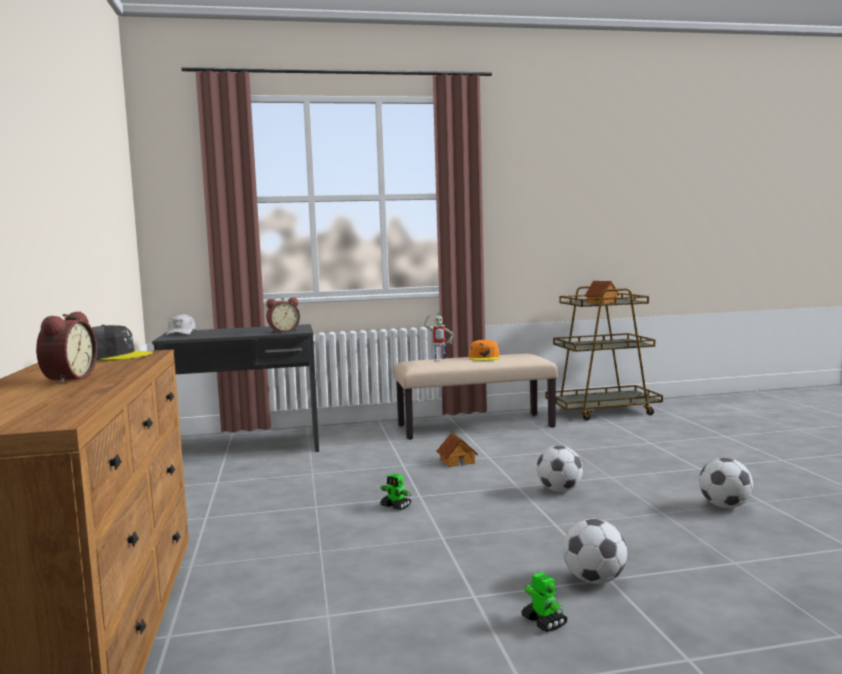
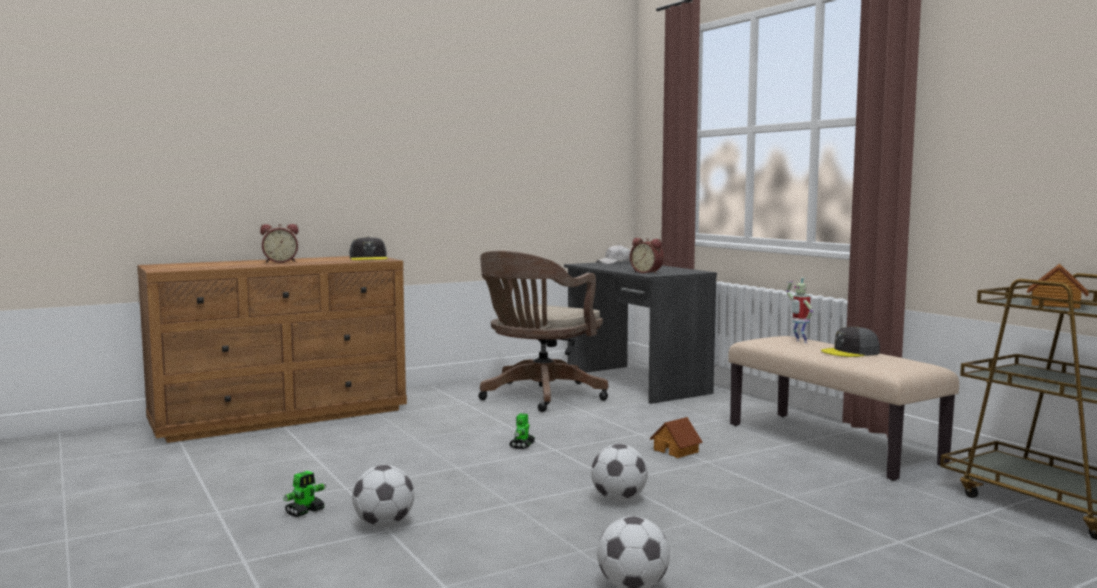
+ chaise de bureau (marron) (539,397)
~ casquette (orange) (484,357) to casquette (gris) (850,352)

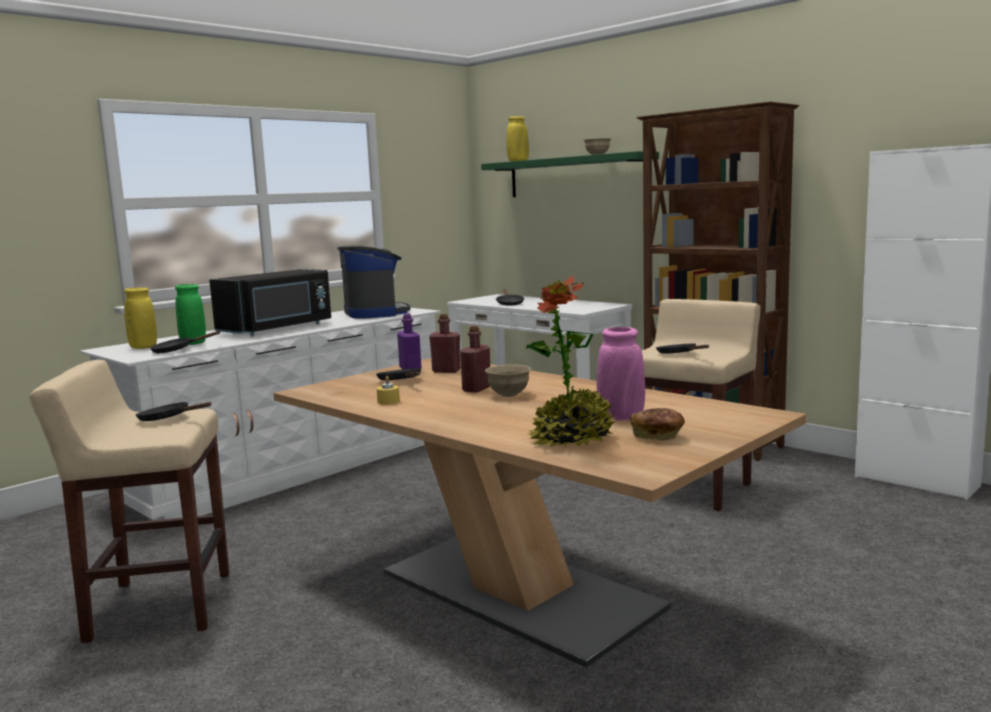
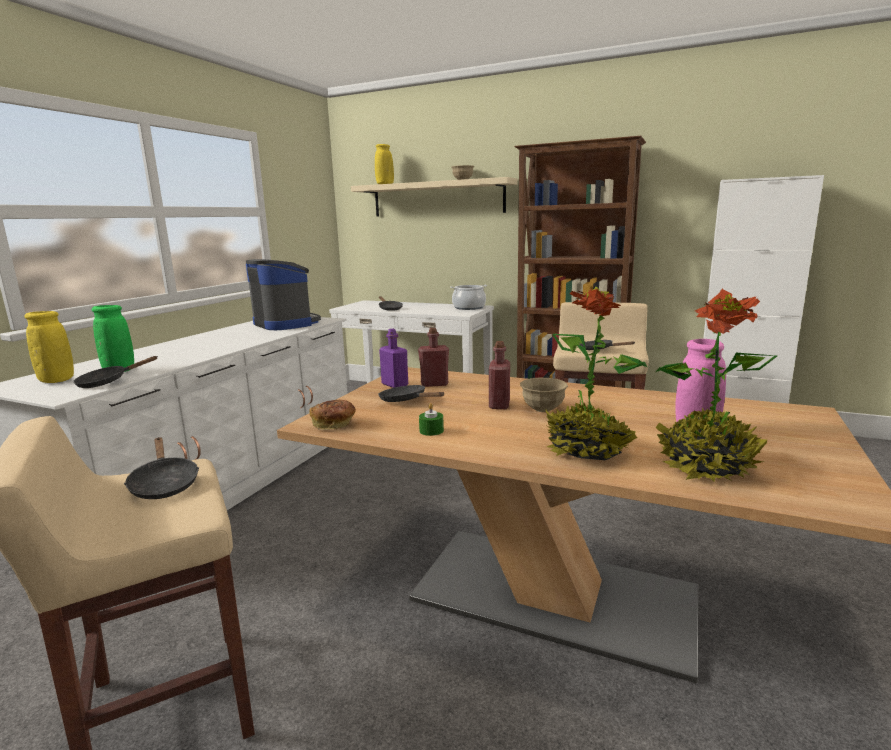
~ poêle (noir) (168,419) = (164,484) 120 degrees counterclockwise
~ pain (658,437) to (334,425)
~ étagère (vert) (575,176) to étagère (beige) (437,199)
~ bougie (jaune) (388,401) to bougie (vert) (431,431)
+ marmite (469,307)
+ plante en pot (587,450)
- micro-ondes (noir) (278,329)

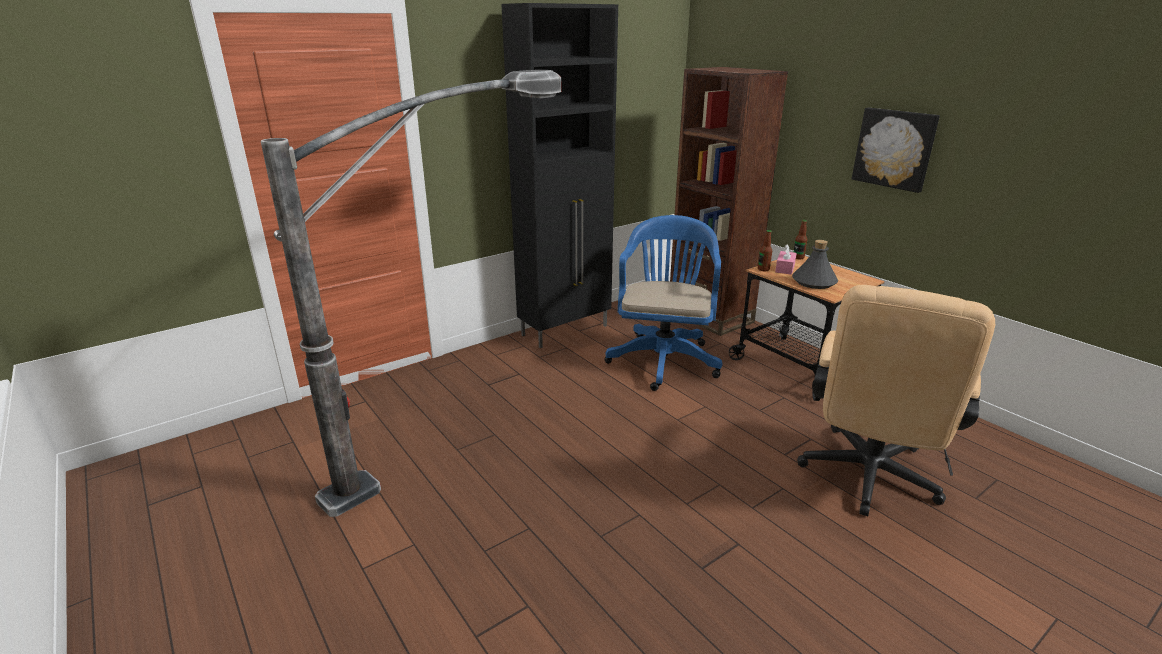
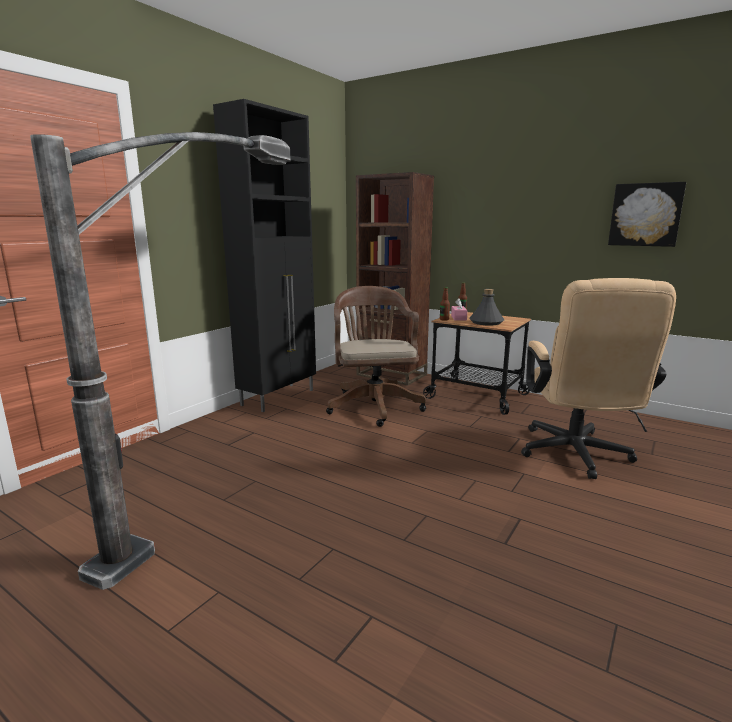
~ chaise de bureau (bleu) (664,358) to chaise de bureau (marron) (374,405)
~ tableau (895,148) to (645,215)

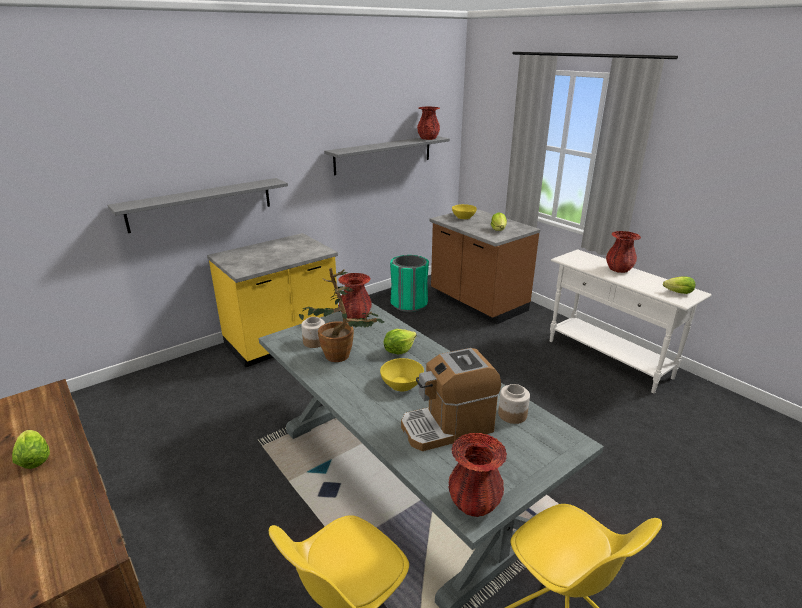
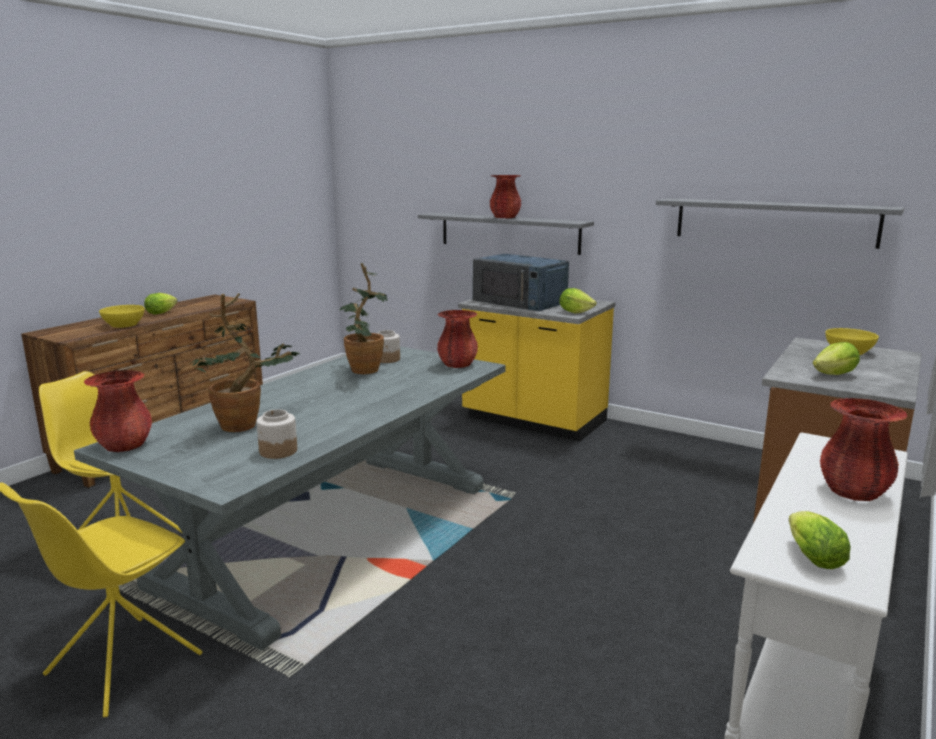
~ bol (jaune) (402,384) to (124,325)
~ machine à café (447,426) to plante en pot (248,424)
+ micro-ondes (bleu) (520,301)
~ vase (rouge) (428,138) to (505,217)
~ laitue (399,350) to (575,312)
- poubelle (vert) (409,304)

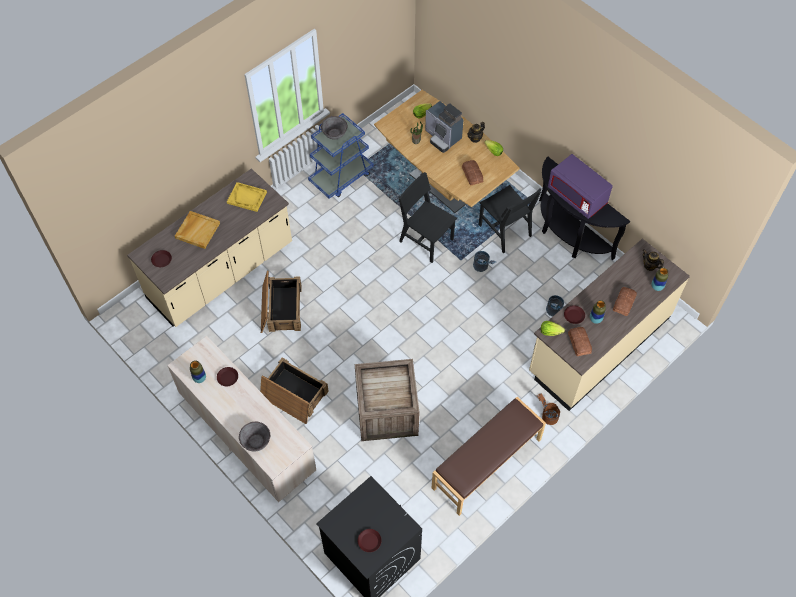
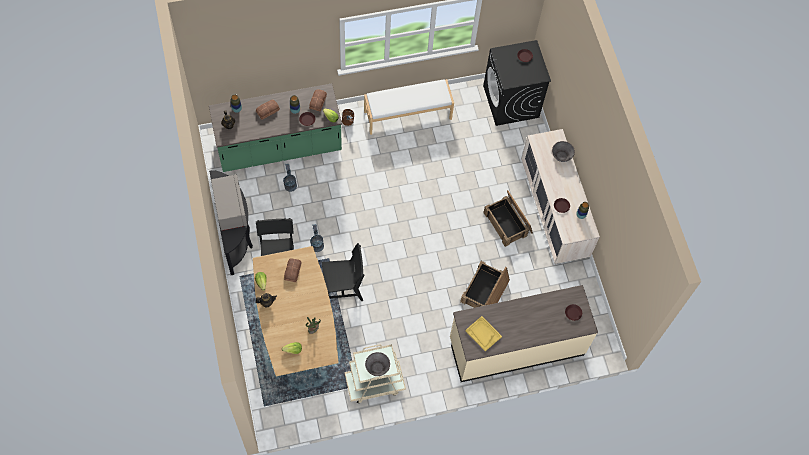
~ comptoir de cuisine (beige) (598,344) to comptoir de cuisine (vert) (279,147)
~ micro-ondes (violet) (577,196) to micro-ondes (gris) (230,208)
~ chaise (noir) (426,240) = (343,288) 75 degrees counterclockwise
~ chariot (bleu) (341,177) to chariot (beige) (374,383)
~ banc (marron) (487,464) to banc (blanc) (407,114)
- plateau (beige) (197,230)
- caisse (386,413)
- machine à café (443,137)

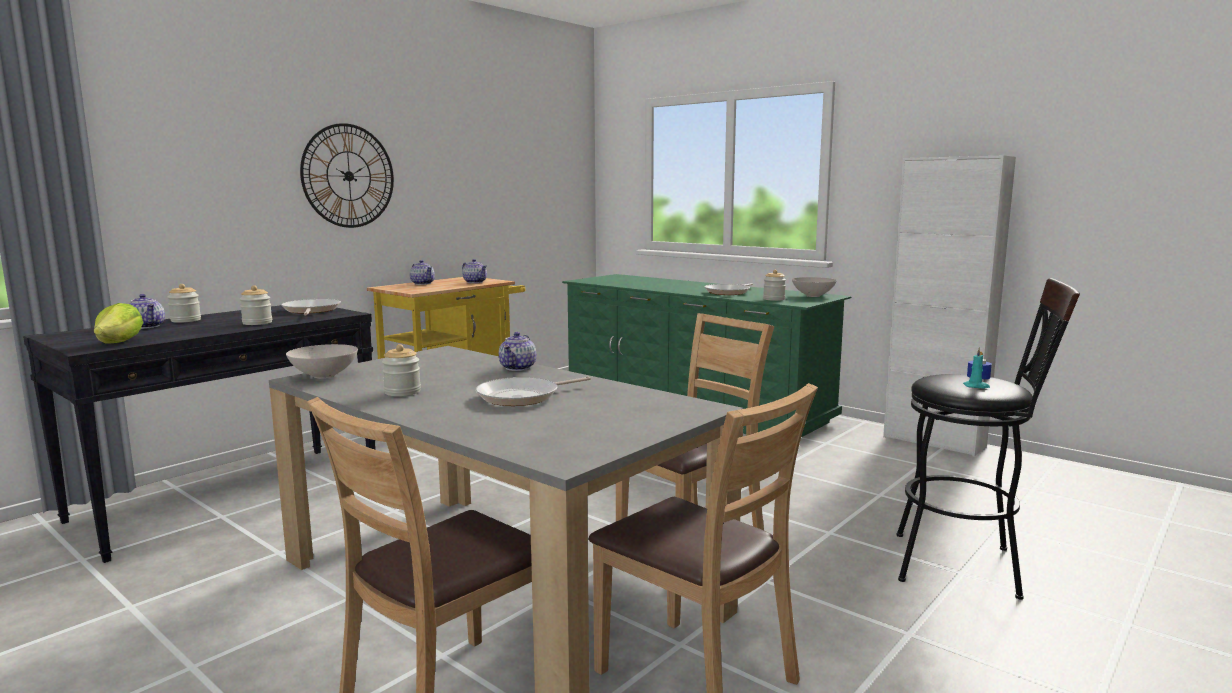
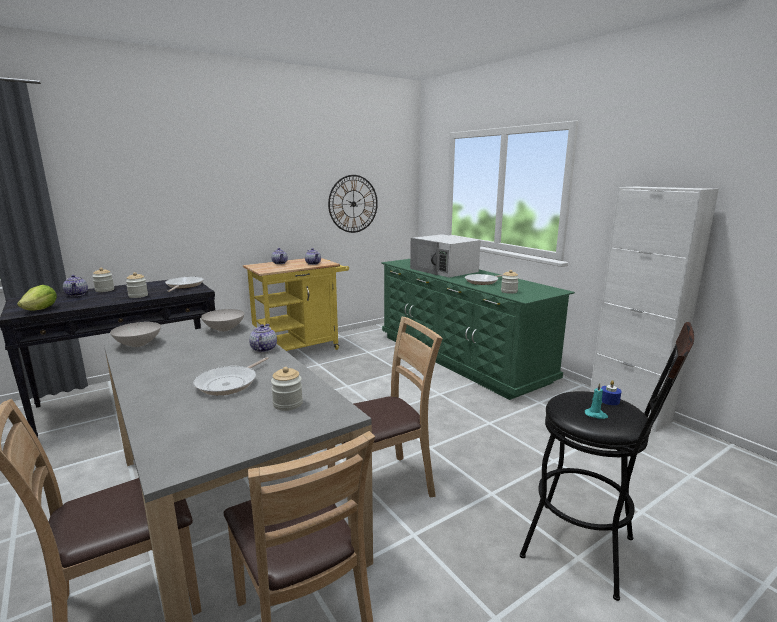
~ poêle (523,397) = (229,383) 45 degrees counterclockwise
~ bol (blanc) (813,296) to (223,329)
~ théière (518,367) = (263,349) 150 degrees clockwise
~ bocal (402,392) to (288,404)
~ horloge murale (348,176) to (353,204)
+ micro-ondes (blanc) (444,270)

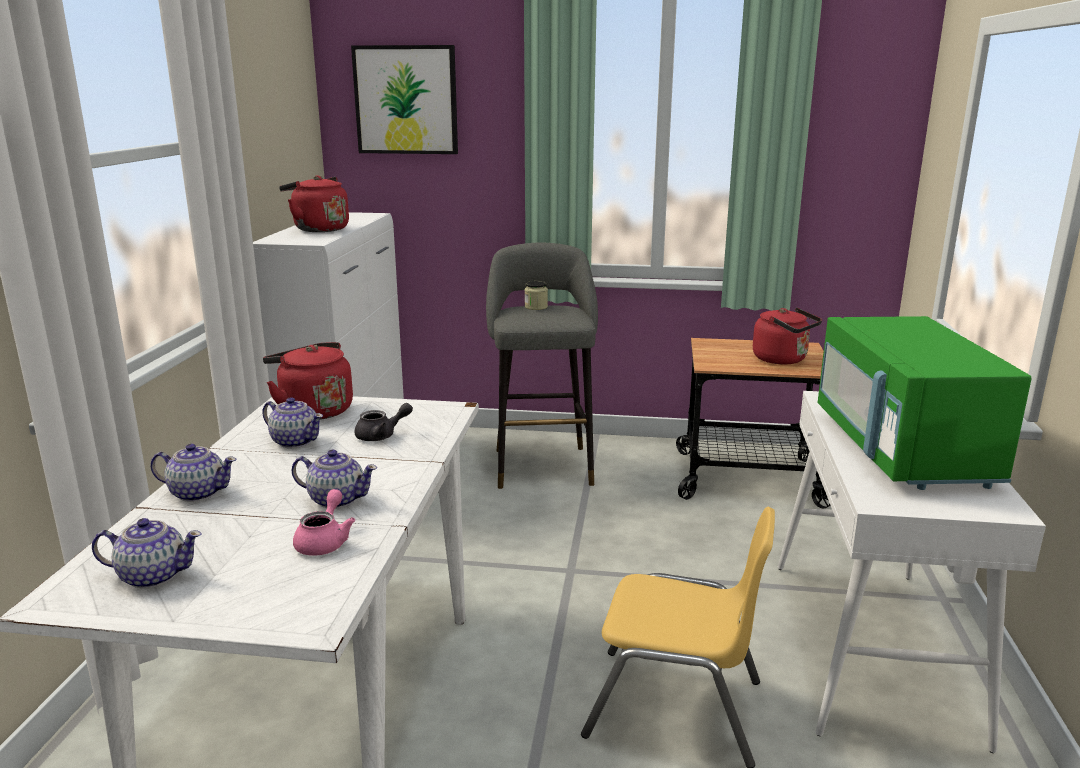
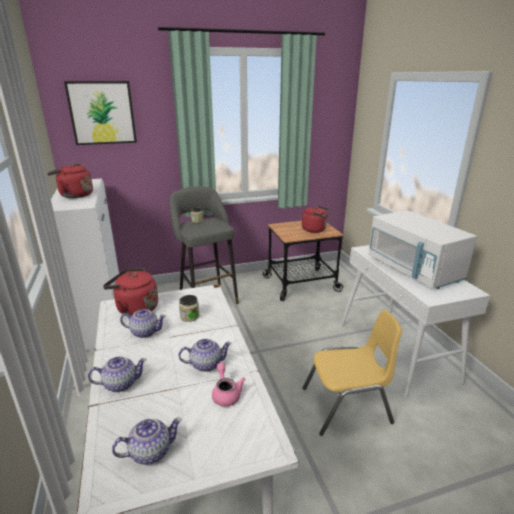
~ théière (gris) (381,436) to bocal (189,316)
~ micro-ondes (vert) (901,449) to micro-ondes (blanc) (413,270)

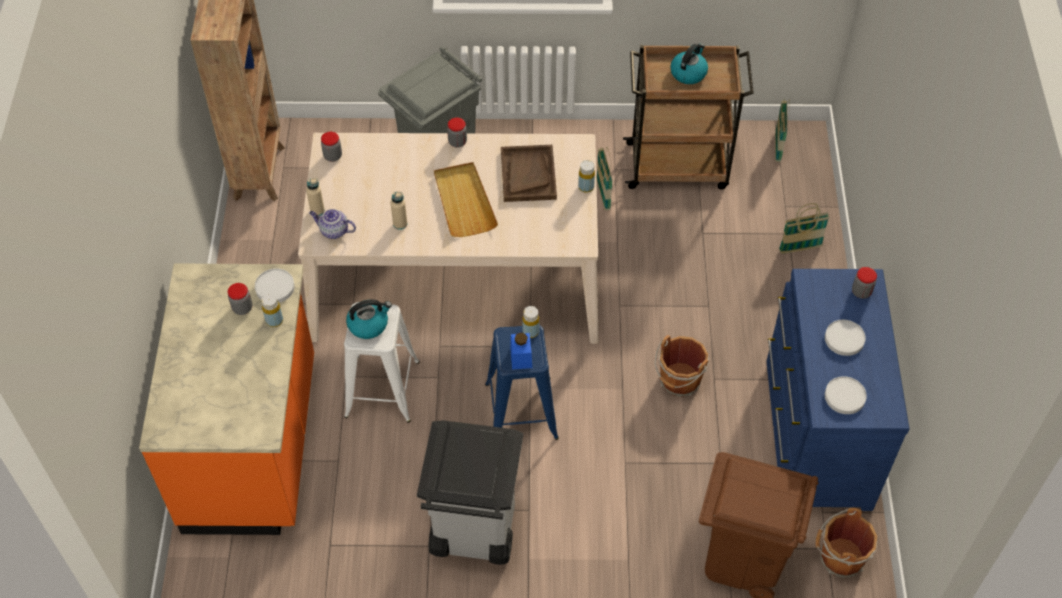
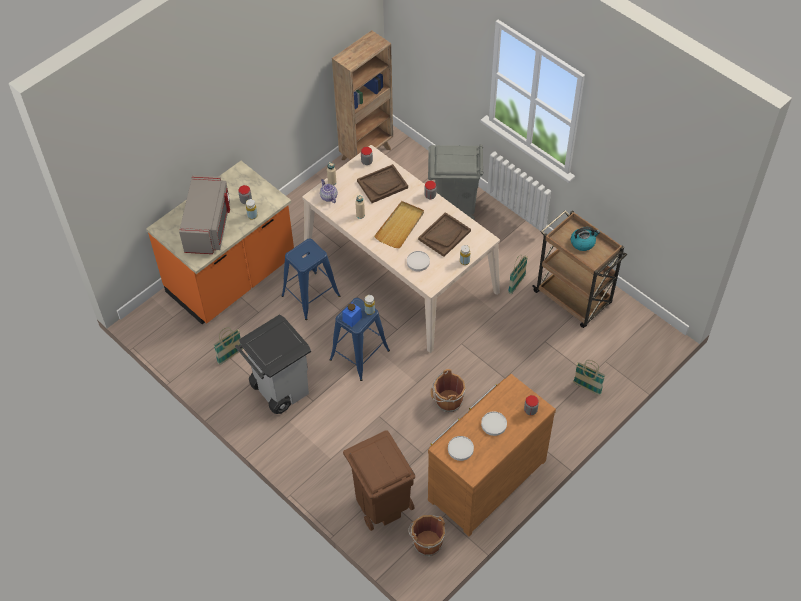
+ micro-ondes (gris) (208,227)
~ panier (777,147) to (230,356)
~ tabouret (blanc) (382,389) to tabouret (bleu) (310,296)
+ plateau (marron) (382,184)
~ assiette (blanc) (274,287) to (418,262)
~ commode (bleu) (814,434) to commode (marron) (484,479)
- bouilloire (368,324)

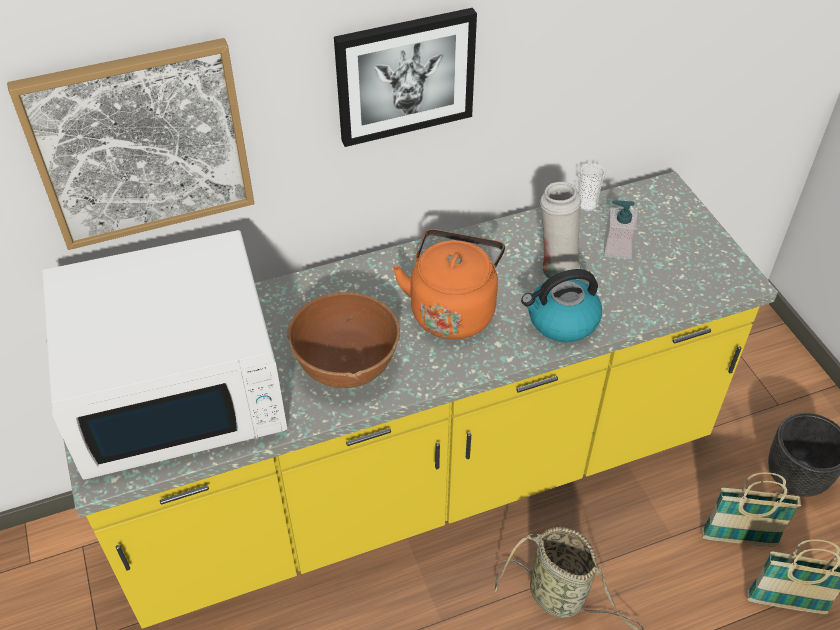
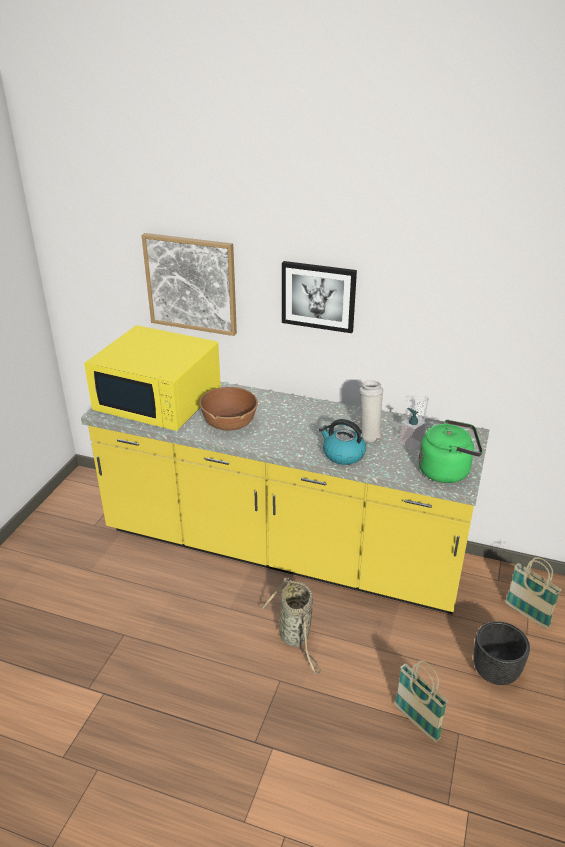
~ micro-ondes (blanc) (178,386) to micro-ondes (jaune) (159,400)
+ bouilloire (vert) (447,471)
~ panier (739,539) to (527,615)
- bouilloire (orange) (453,309)

